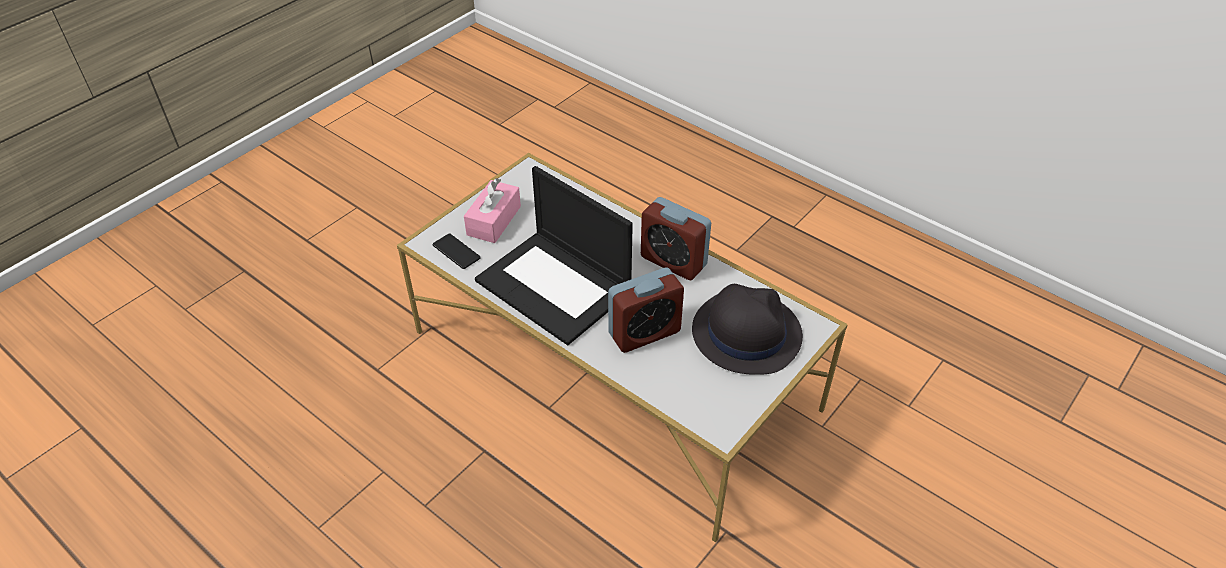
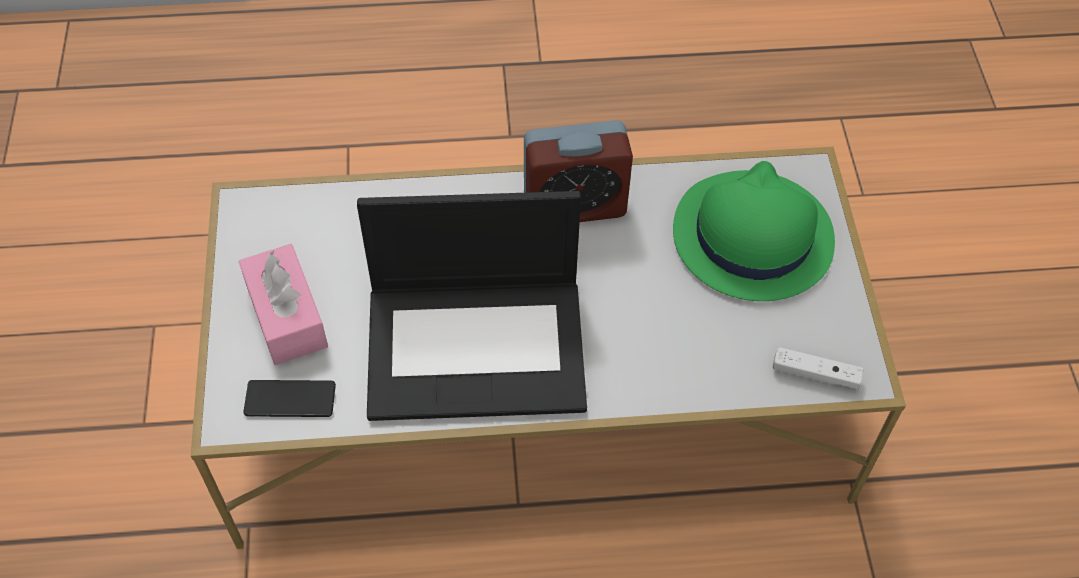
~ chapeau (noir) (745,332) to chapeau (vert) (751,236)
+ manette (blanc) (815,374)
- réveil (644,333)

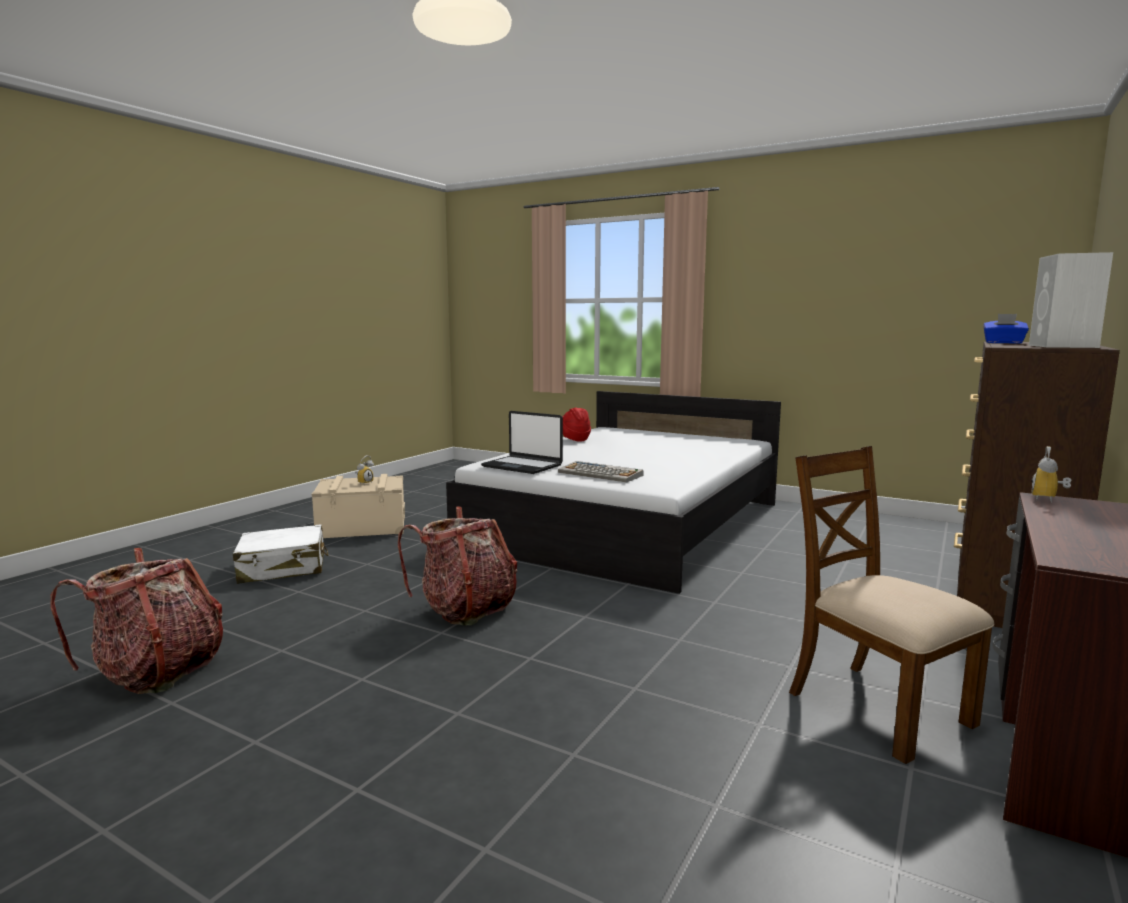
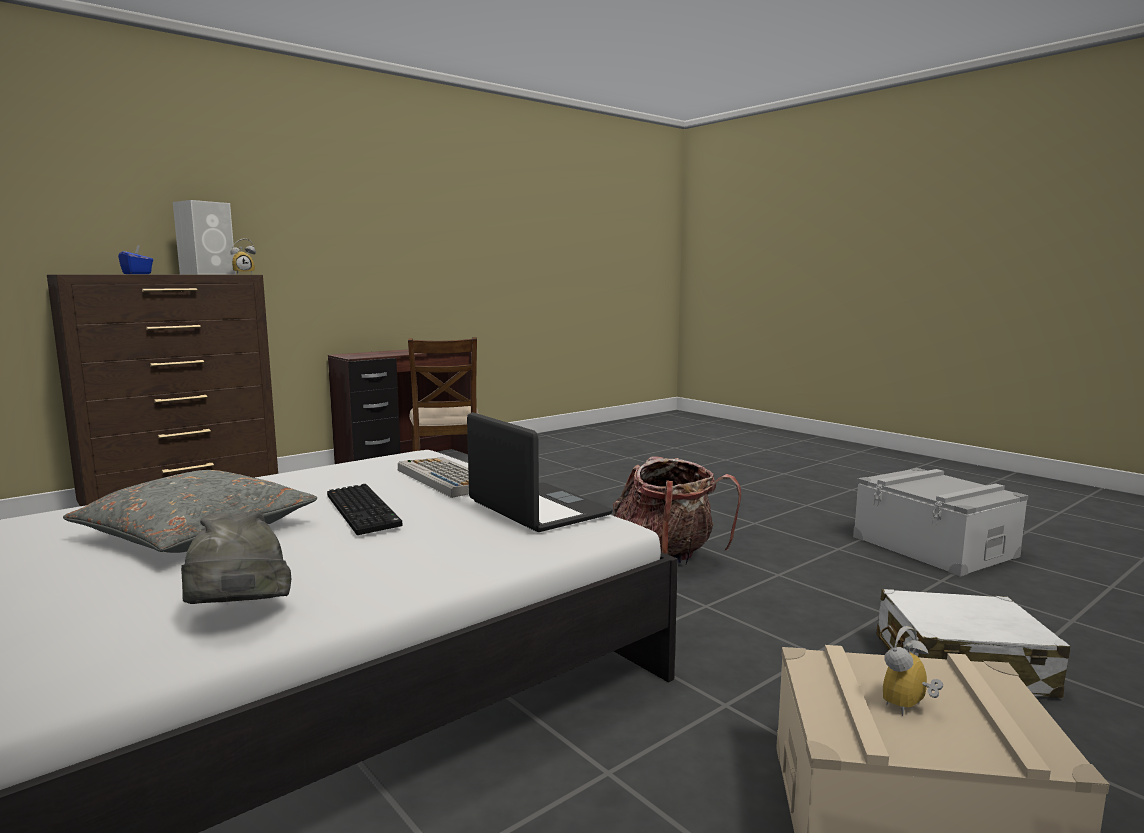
+ coussin (gris) (197,532)
~ chapeau (rouge) (575,439) to chapeau (gris) (238,616)
~ réveil (1049,499) to (244,274)
+ clavier (365,510)
~ sac à dos (156,672) to boîte de rangement (gris) (934,546)

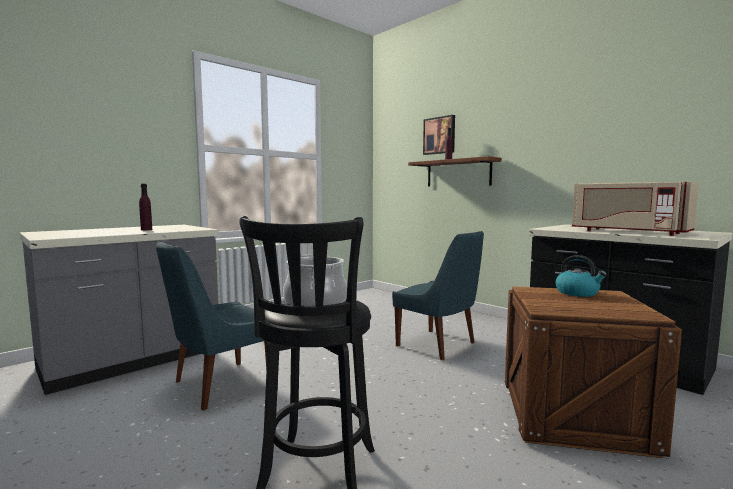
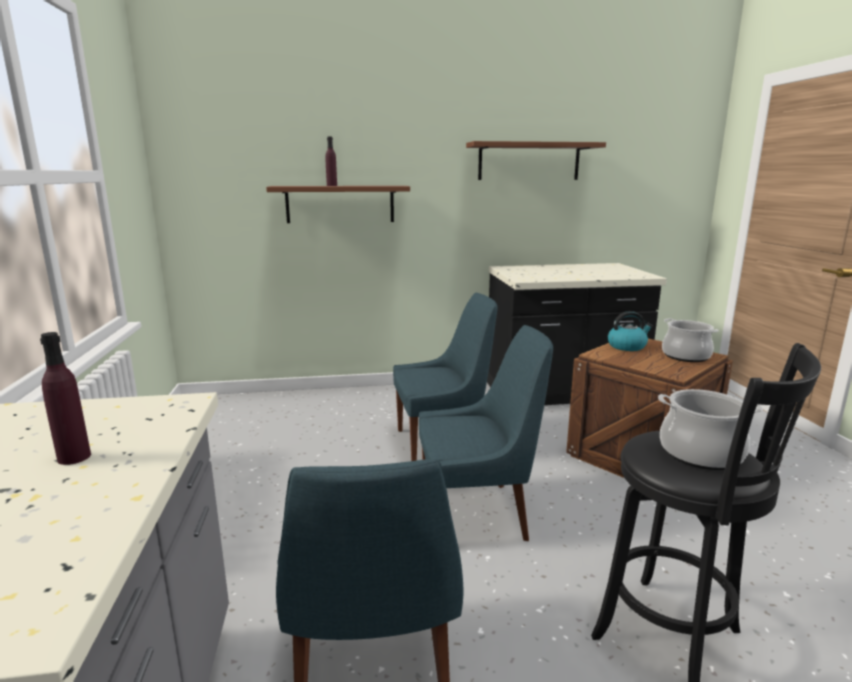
+ chaise (bleu) (478,514)
+ étagère (marron) (529,161)
+ marmite (685,356)
- tableau (439,135)
- micro-ondes (beige) (627,232)

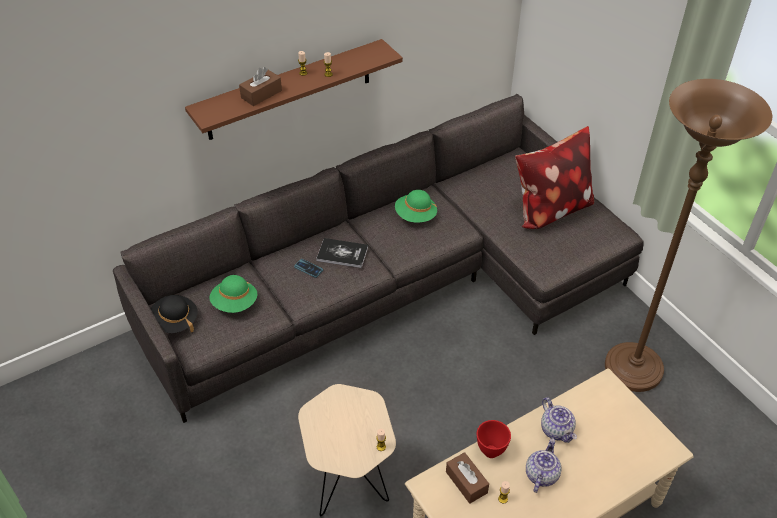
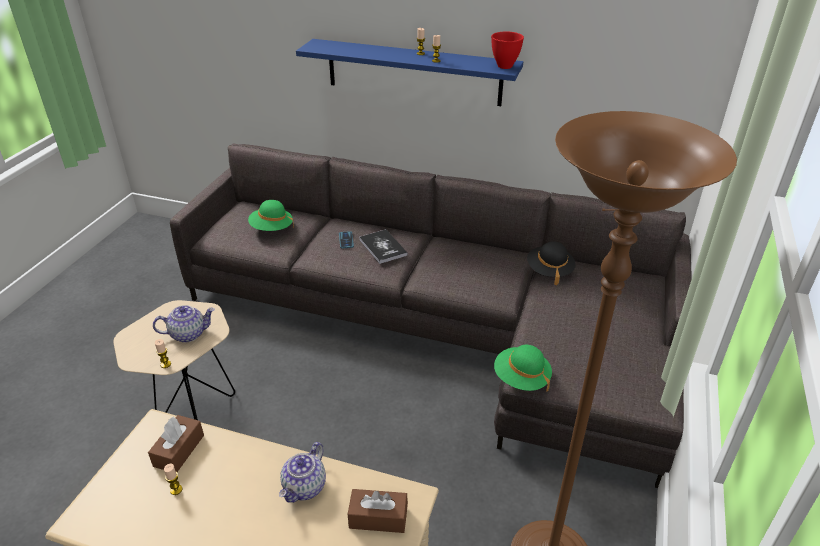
~ théière (541,474) to (188,334)
~ étagère (marron) (289,90) to étagère (bleu) (413,72)
~ boîte à mouchoirs (marron) (261,94) to (378,517)
~ bol (rouge) (491,451) to (505,66)
~ chapeau (vert) (415,216) to (521,379)
~ chapeau (noir) (175,321) to (549,271)
- coussin (550,209)

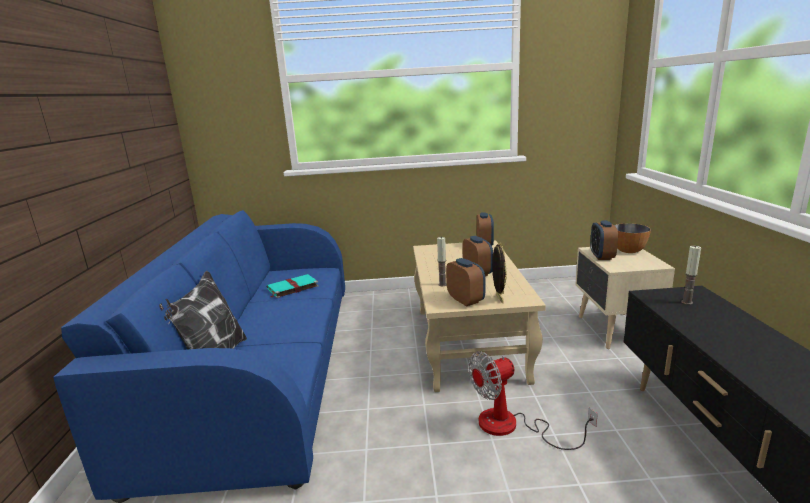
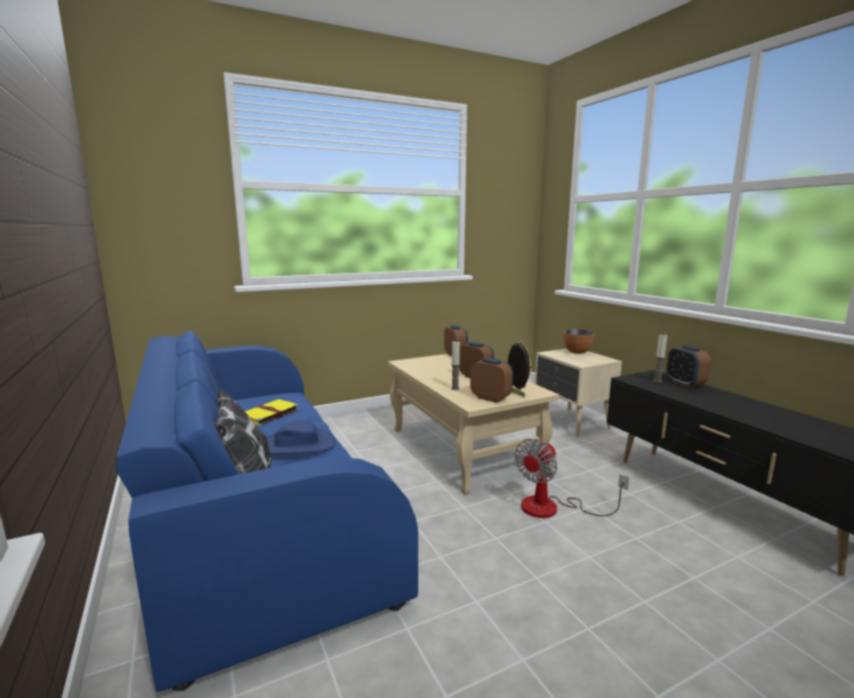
~ livre (turquoise) (292,287) to livre (jaune) (268,414)
+ chapeau (bleu) (297,446)
~ réveil (602,256) to (684,383)

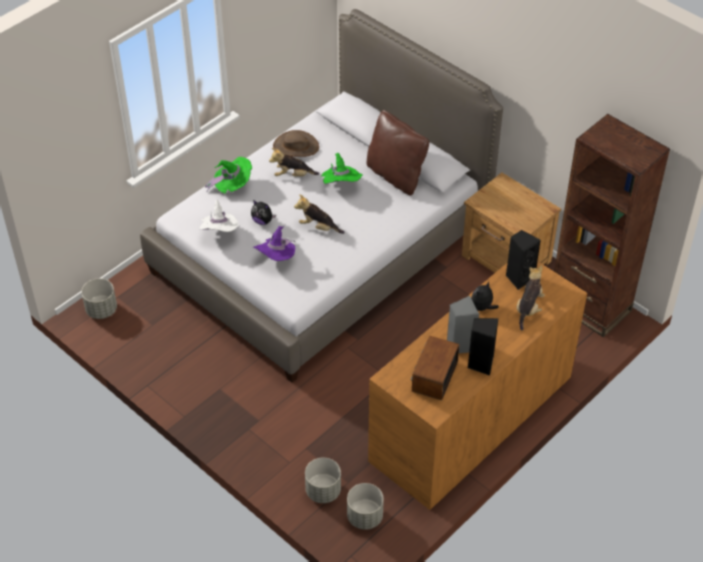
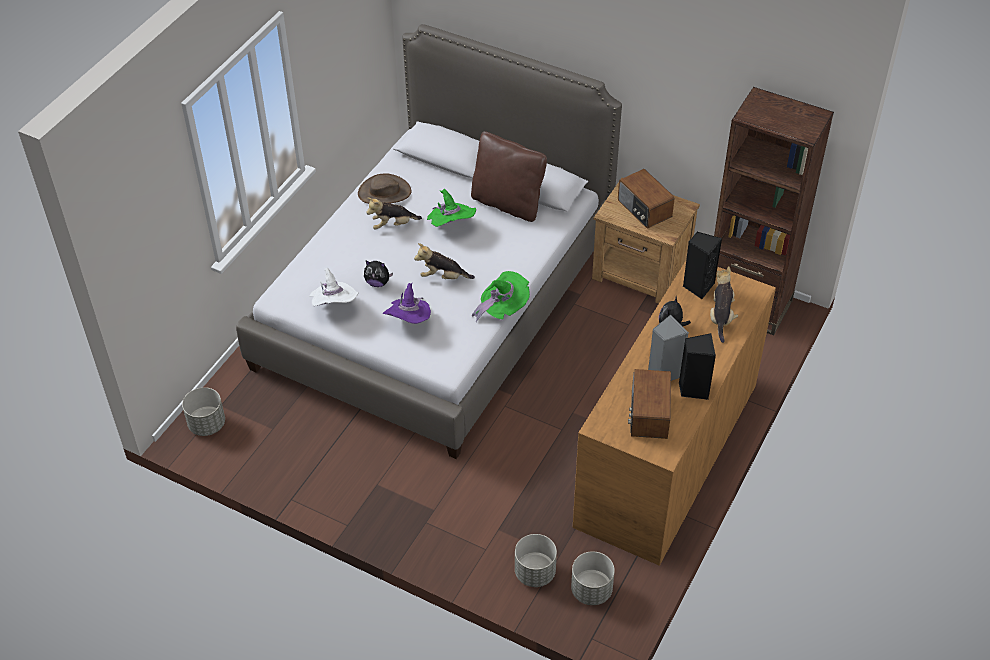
~ chapeau (vert) (232,186) to (503,308)
+ radio (644,209)

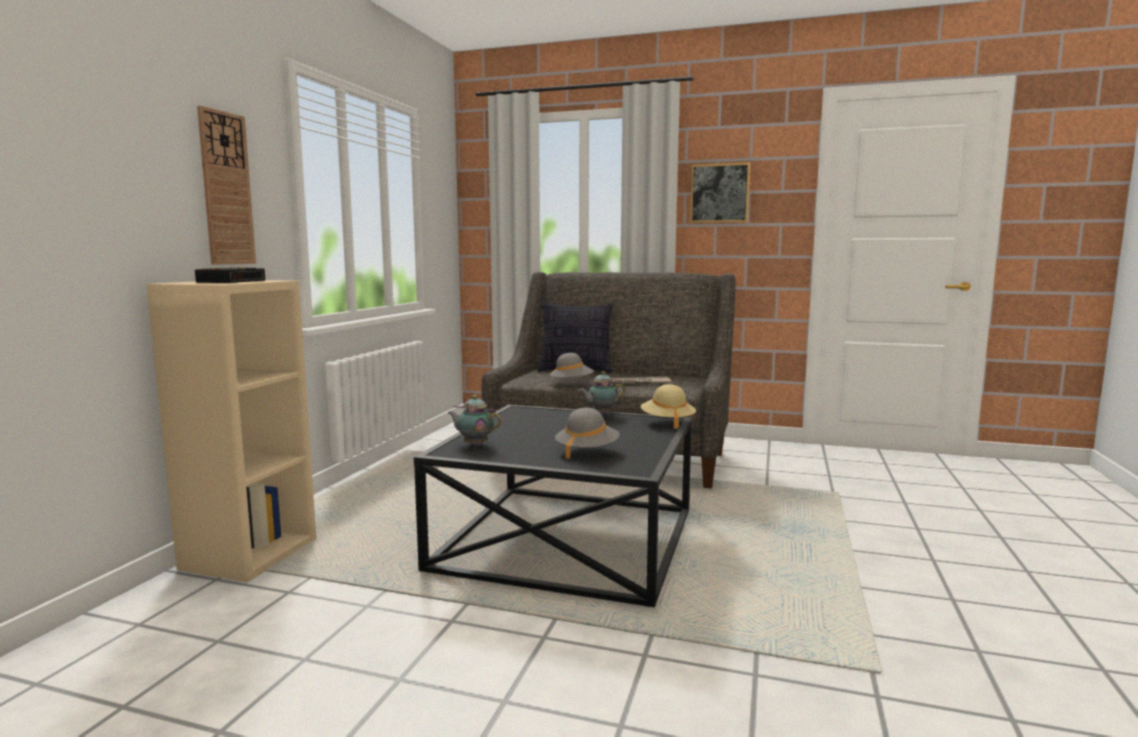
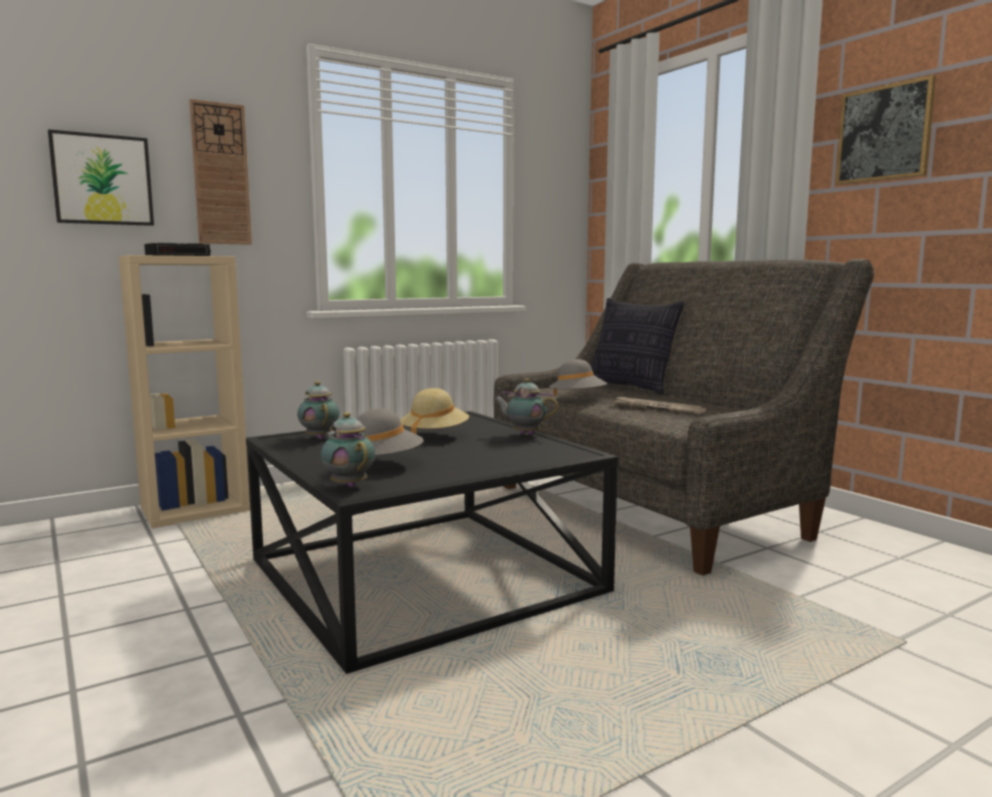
+ tableau (102,180)
+ théière (348,485)
~ chapeau (beige) (667,422) to (434,435)

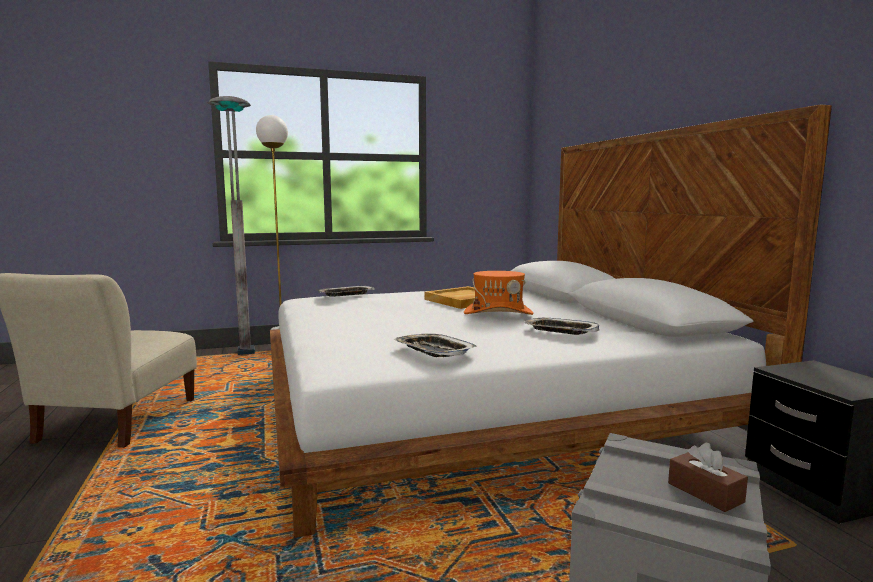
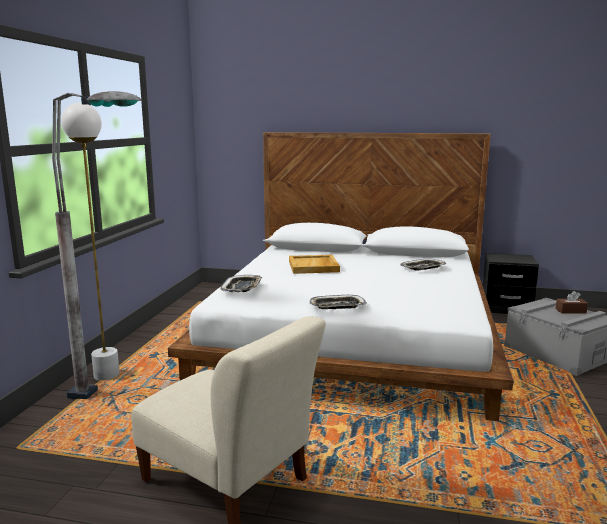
~ plateau (434,351) to (337,306)
- chapeau (orange) (498,313)

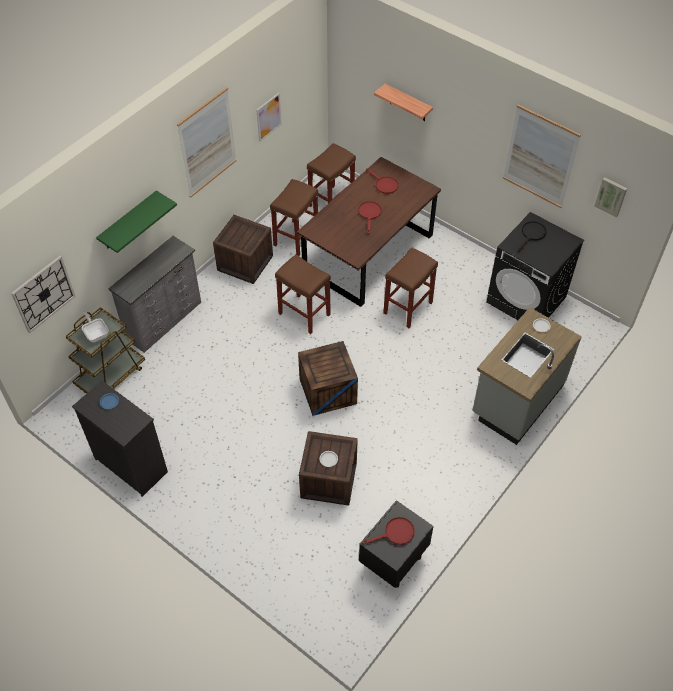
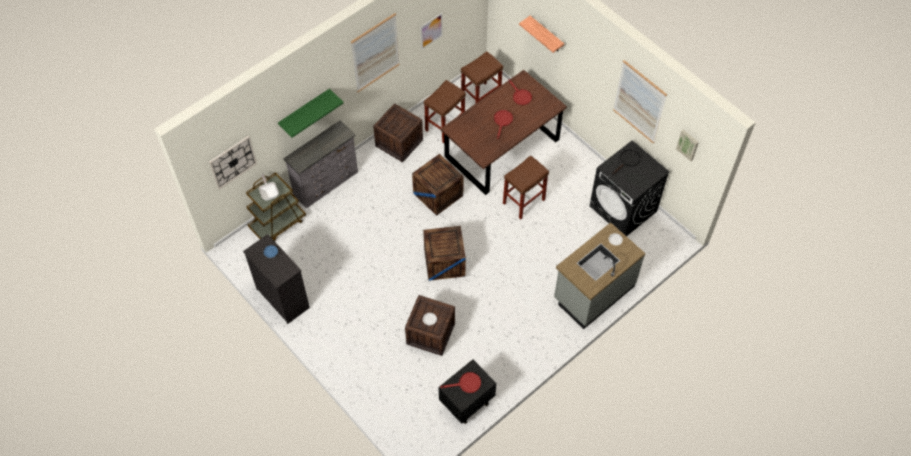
~ tabouret (marron) (303,314) to caisse (438,194)

